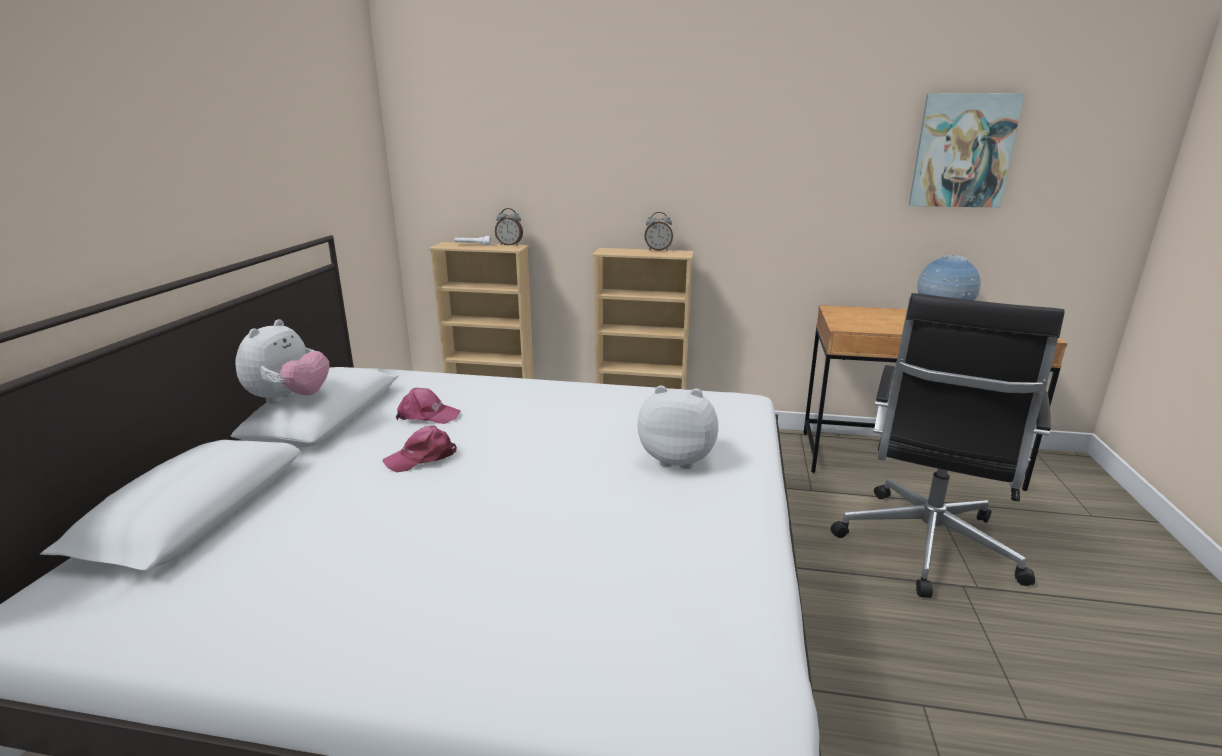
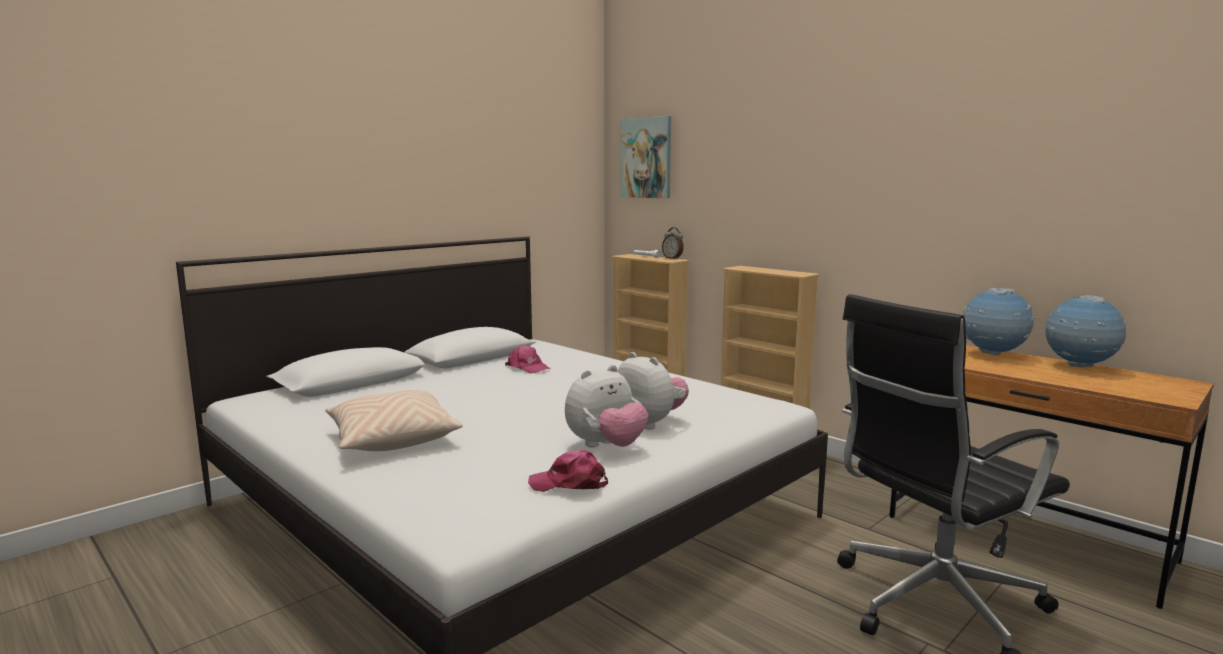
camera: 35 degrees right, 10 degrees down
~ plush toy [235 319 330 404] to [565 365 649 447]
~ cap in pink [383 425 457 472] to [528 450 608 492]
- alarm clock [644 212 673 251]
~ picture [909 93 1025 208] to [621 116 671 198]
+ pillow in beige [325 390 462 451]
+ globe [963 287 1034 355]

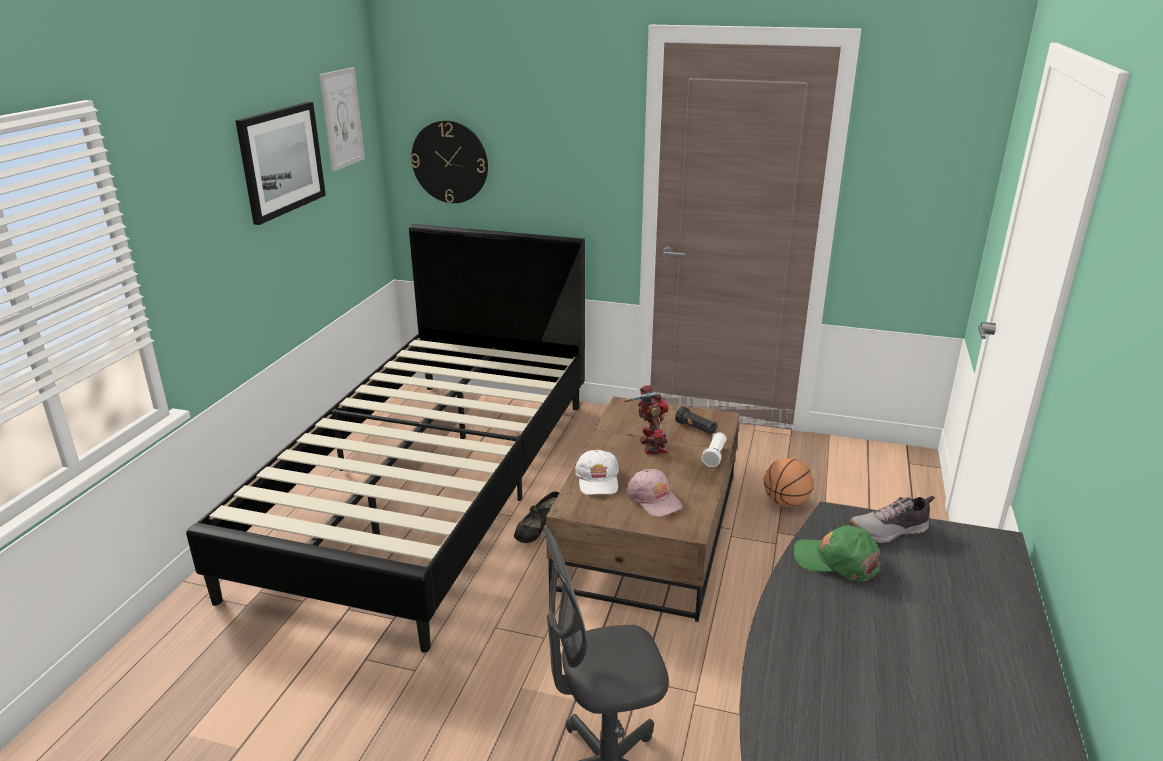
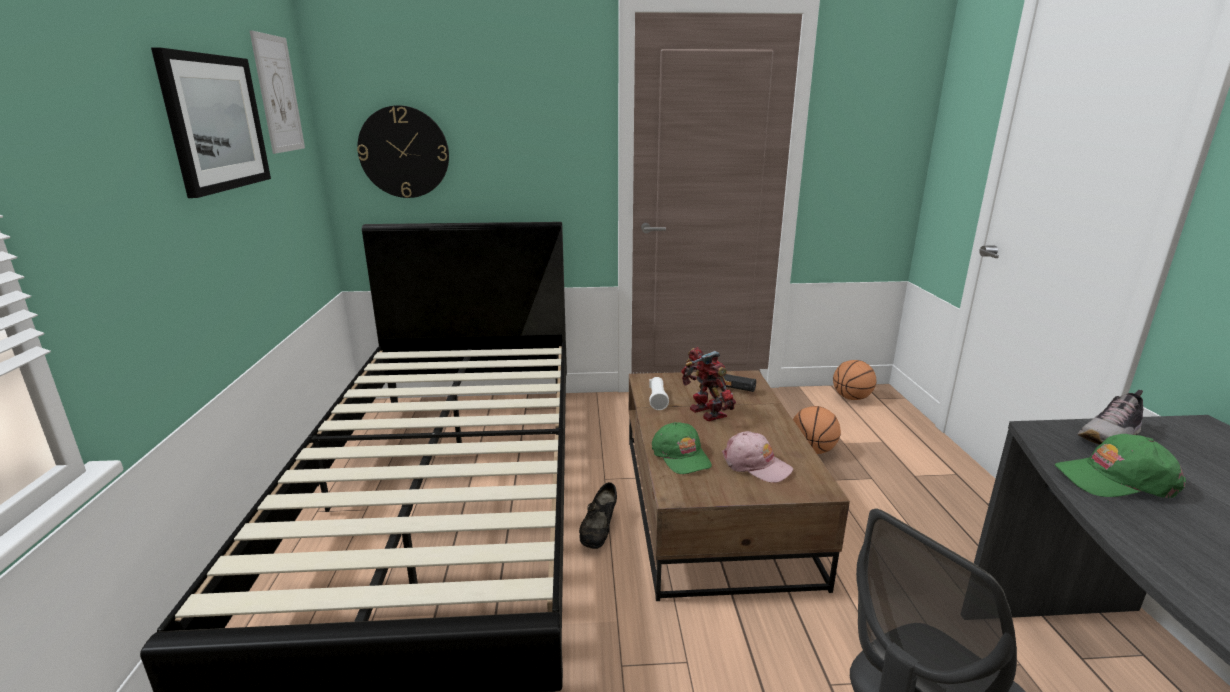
camera: 20 degrees left, 5 degrees down
~ cap in white [575 450 619 495] to cap in green [652 422 712 474]
~ flashlight in white [702 432 727 467] to [649 377 669 410]
+ basketball [833 360 876 400]

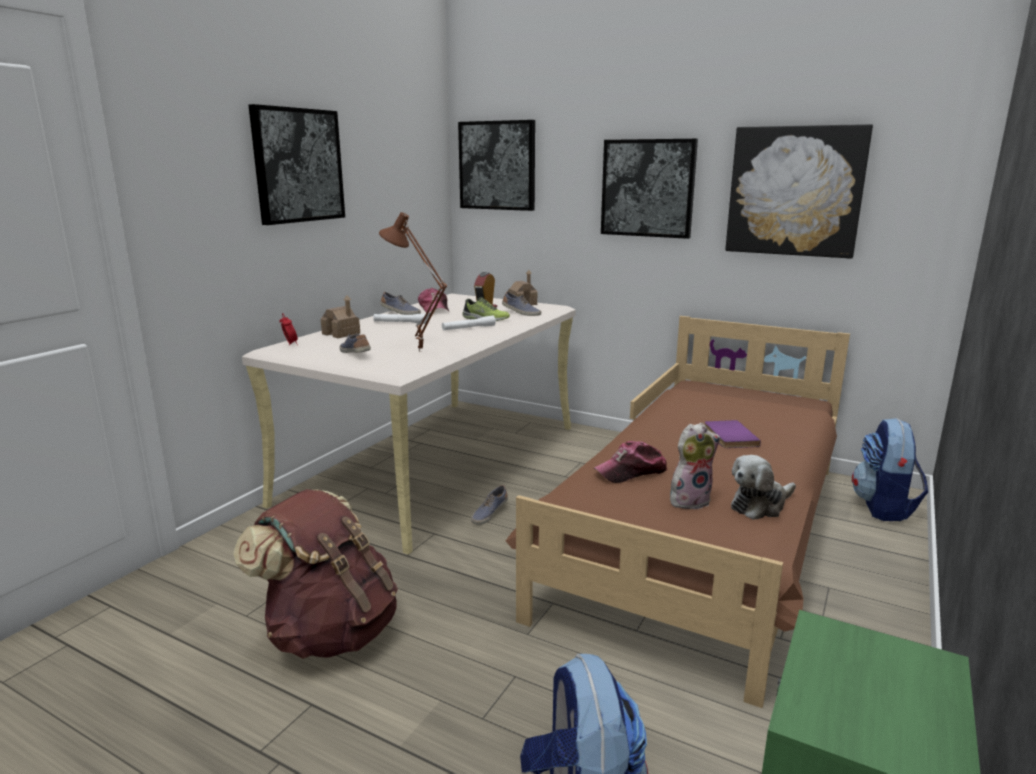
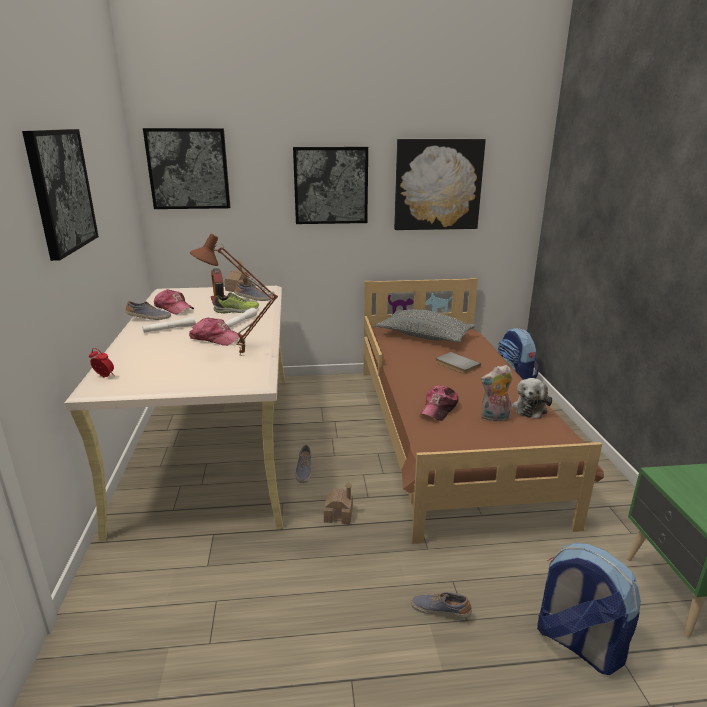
camera: 35 degrees left, 5 degrees up
- backpack in brown [233 489 398 659]
~ toy house [321 295 360 338] to [324 482 353 524]
~ shoe [339 333 371 353] to [411 592 472 618]
~ plush toy [670 423 720 510] = [481 365 512 421] 135 degrees counterclockwise
~ book in purple [705 420 761 448] to book in grey [436 352 481 374]
+ cap [189 317 243 346]
+ pillow in grey [375 309 476 343]

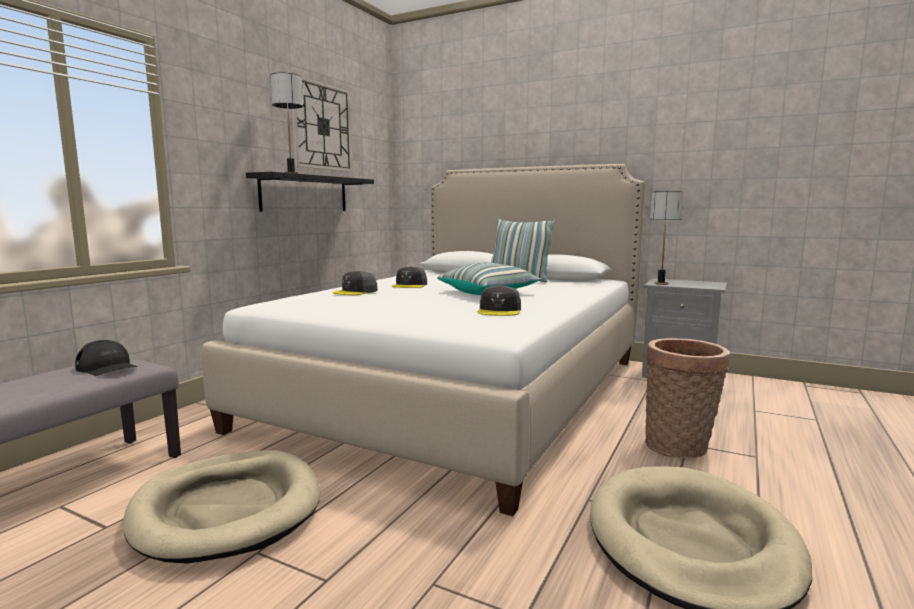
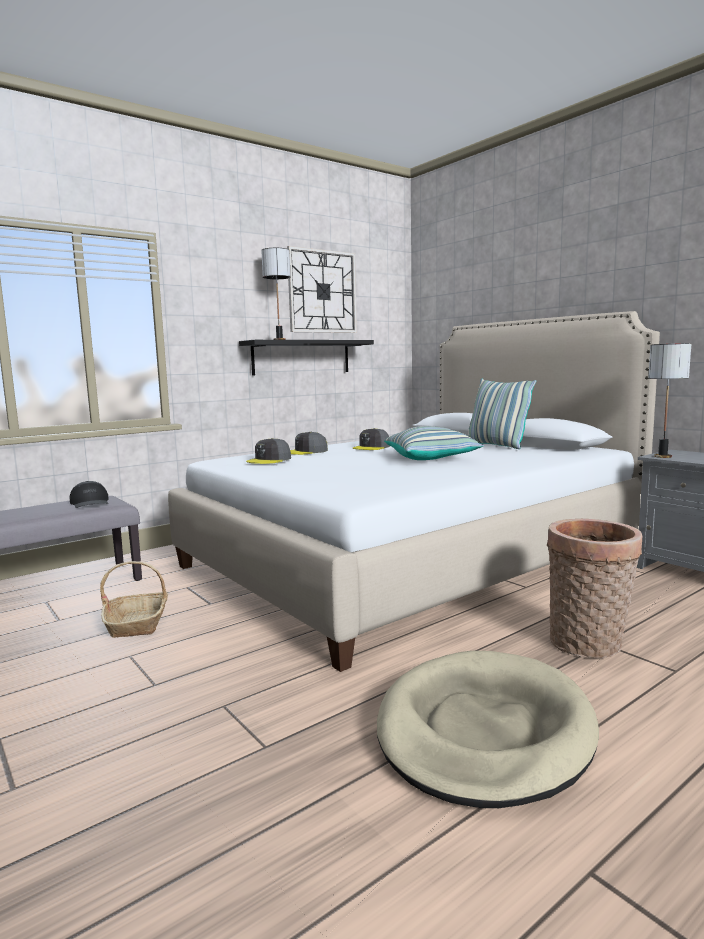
camera: 25 degrees right, 0 degrees up
~ dog bed in beige [123 450 321 564] to basket [100 561 168 638]
~ cap in grey [478 286 521 316] to [246 438 291 464]

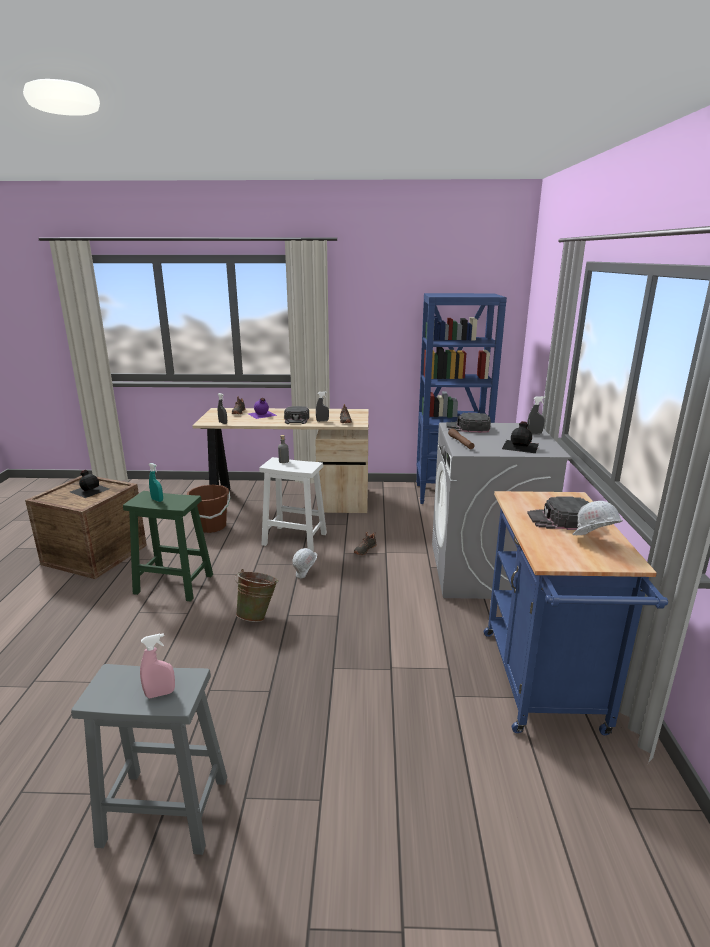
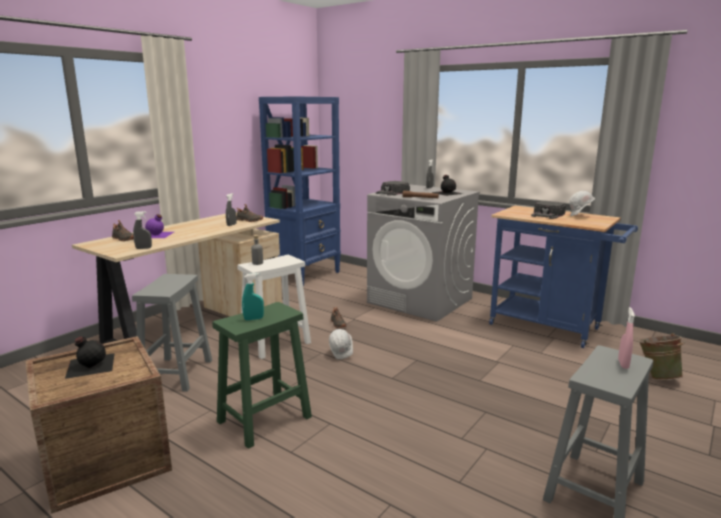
camera: 55 degrees left, 5 degrees down
~ bucket in brown [187 485 230 533] to stool in grey [132 274 212 392]
~ bucket in green [235 569 278 622] to [638 333 685 380]
- cap in black [284 406 309 424]

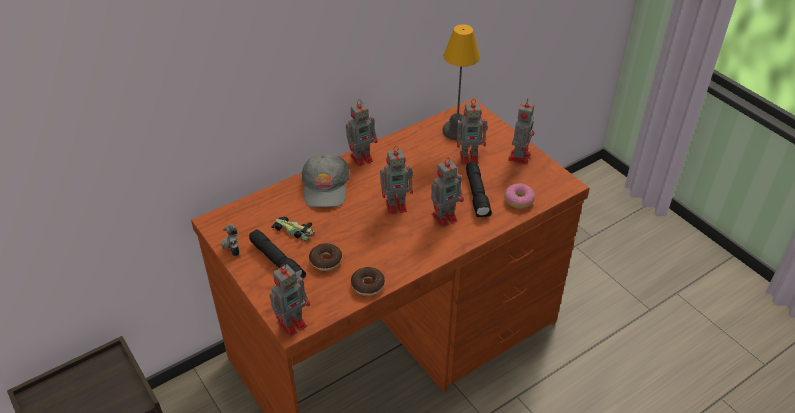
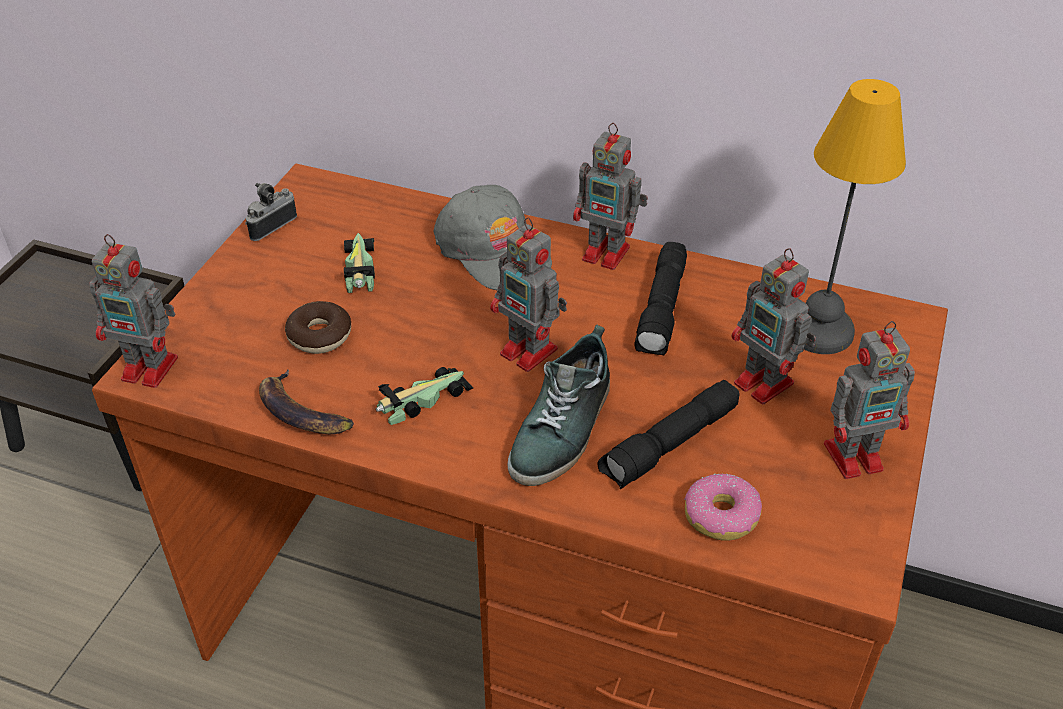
camera: 55 degrees right, 0 degrees up
~ flashlight in black [249 229 306 278] to [634 242 687 355]
~ cap in grey [301 154 350 207] = [434 185 552 290] 90 degrees counterclockwise
~ donut [351 267 385 296] to banana [259 369 354 434]
~ toy robot [431 158 464 227] to shoe [508 325 610 486]
+ toy car [376 367 473 425]

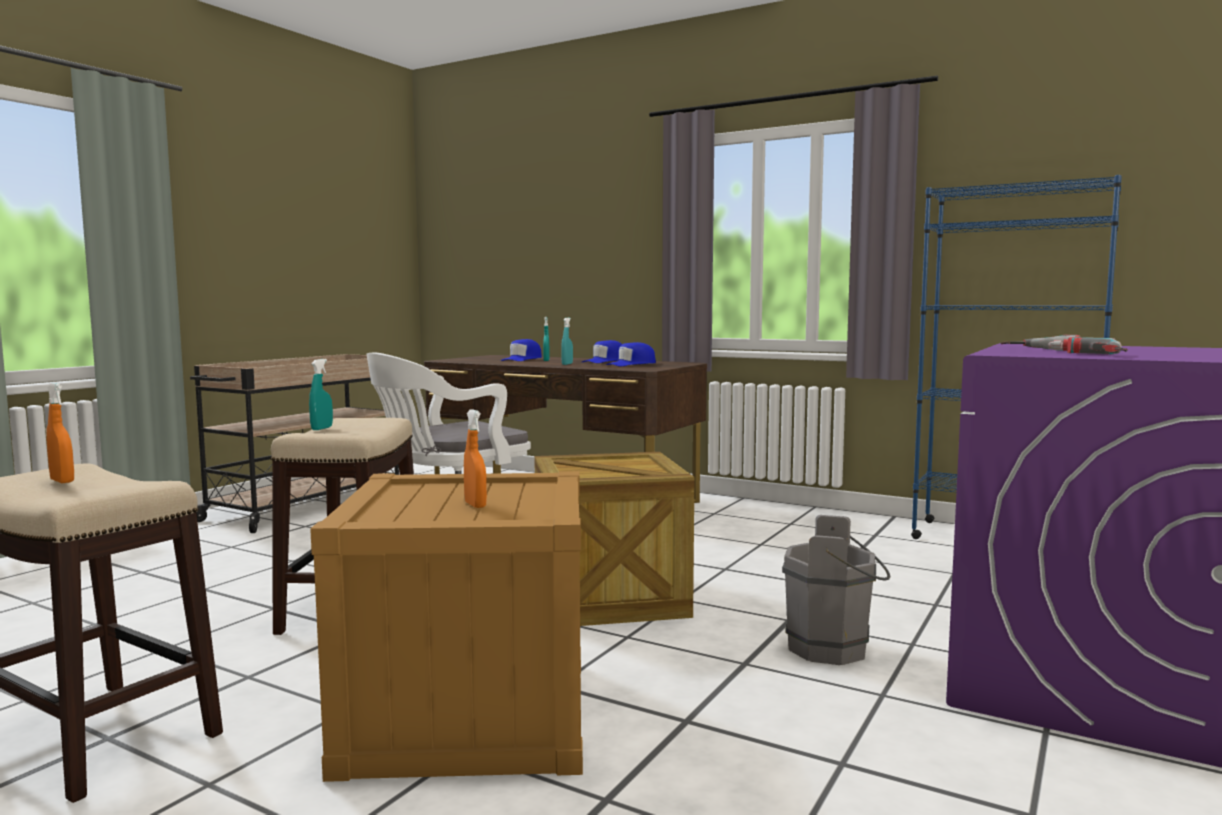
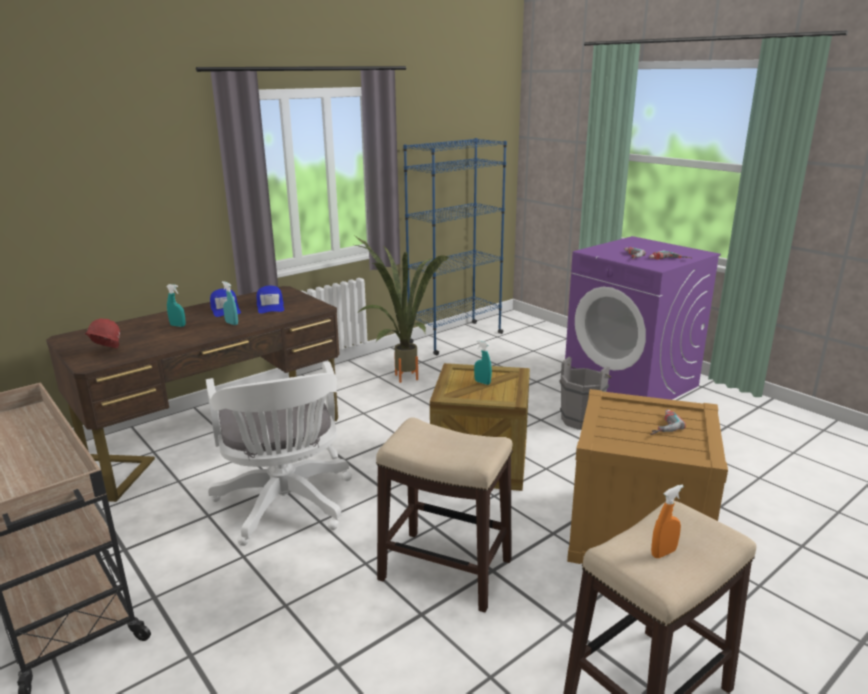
camera: 70 degrees left, 15 degrees up
~ spray bottle in turquoise [309 359 333 430] to [474 340 492 385]
~ spray bottle in orange [464 409 487 508] to power drill [650 410 686 435]
- cap in blue [500 339 542 361]
+ hard hat in red [85 318 120 348]
+ potted plant [355 236 449 383]

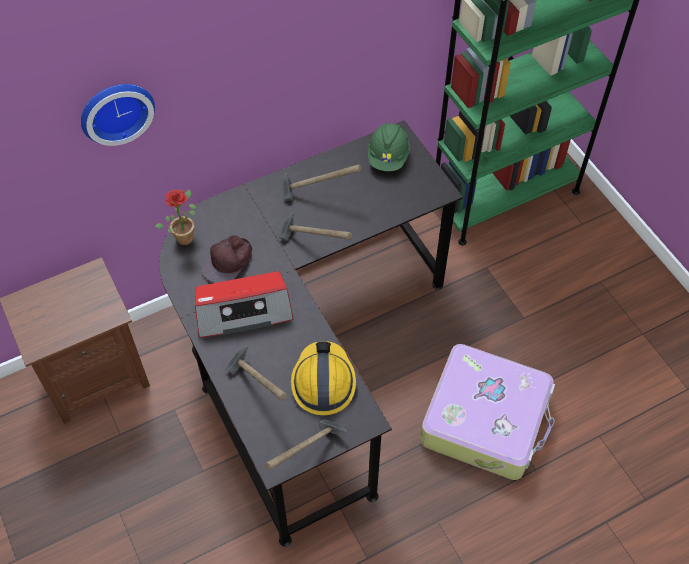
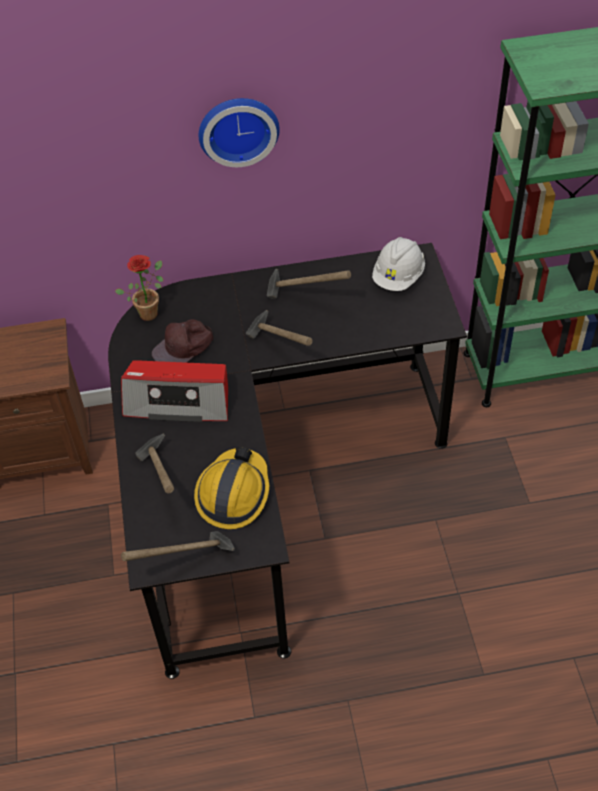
camera: 20 degrees right, 5 degrees down
~ wall clock [81 84 155 146] to [199 98 280 167]
~ hard hat in green [368 123 410 171] to hard hat in white [372 237 425 291]
- suitcase [420 344 555 480]

